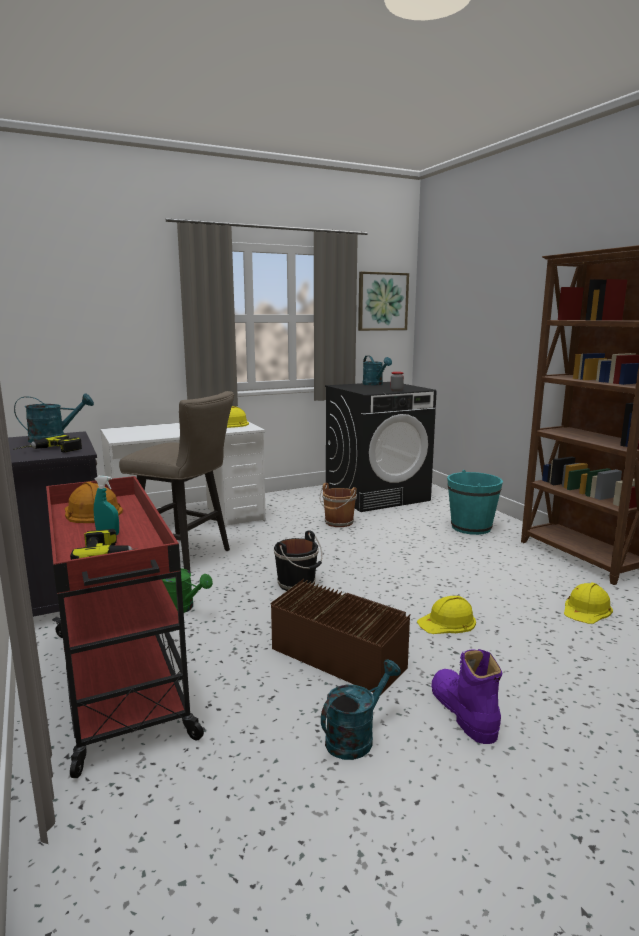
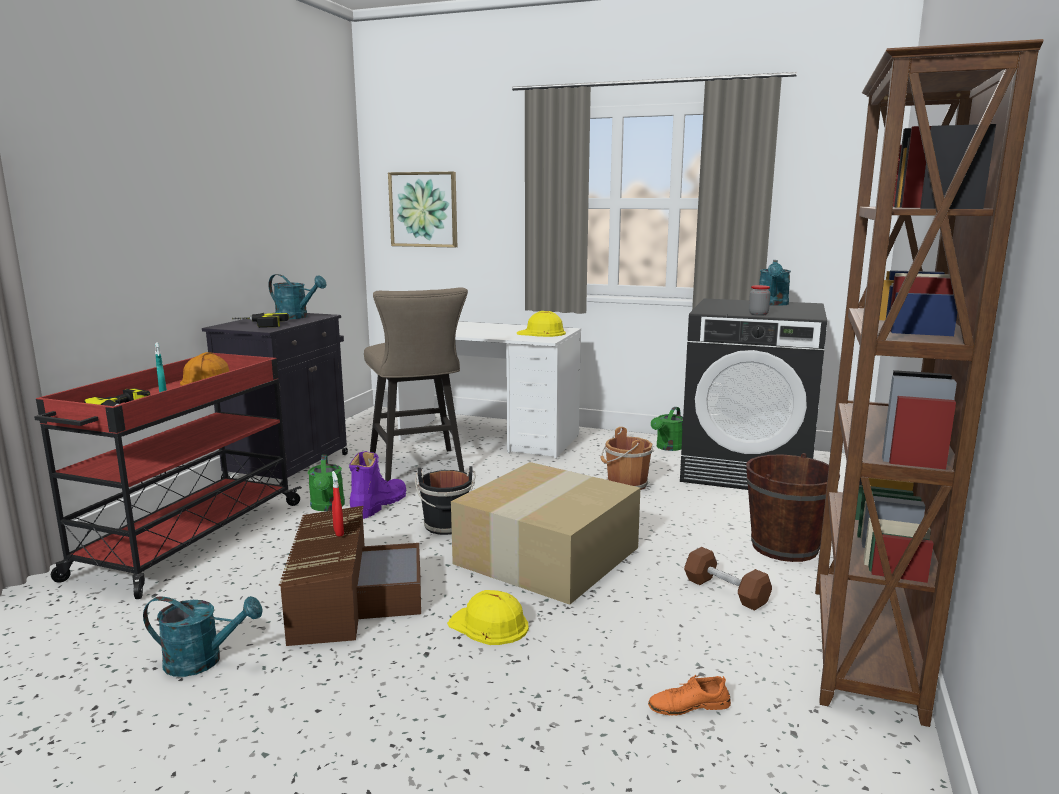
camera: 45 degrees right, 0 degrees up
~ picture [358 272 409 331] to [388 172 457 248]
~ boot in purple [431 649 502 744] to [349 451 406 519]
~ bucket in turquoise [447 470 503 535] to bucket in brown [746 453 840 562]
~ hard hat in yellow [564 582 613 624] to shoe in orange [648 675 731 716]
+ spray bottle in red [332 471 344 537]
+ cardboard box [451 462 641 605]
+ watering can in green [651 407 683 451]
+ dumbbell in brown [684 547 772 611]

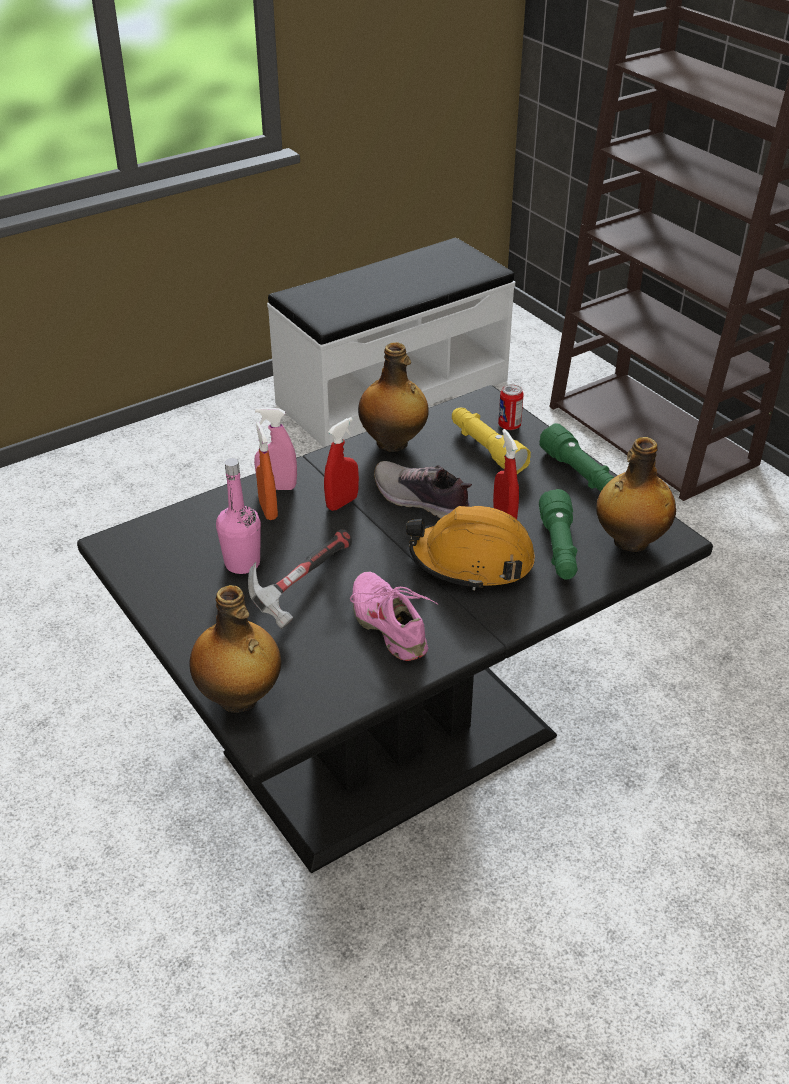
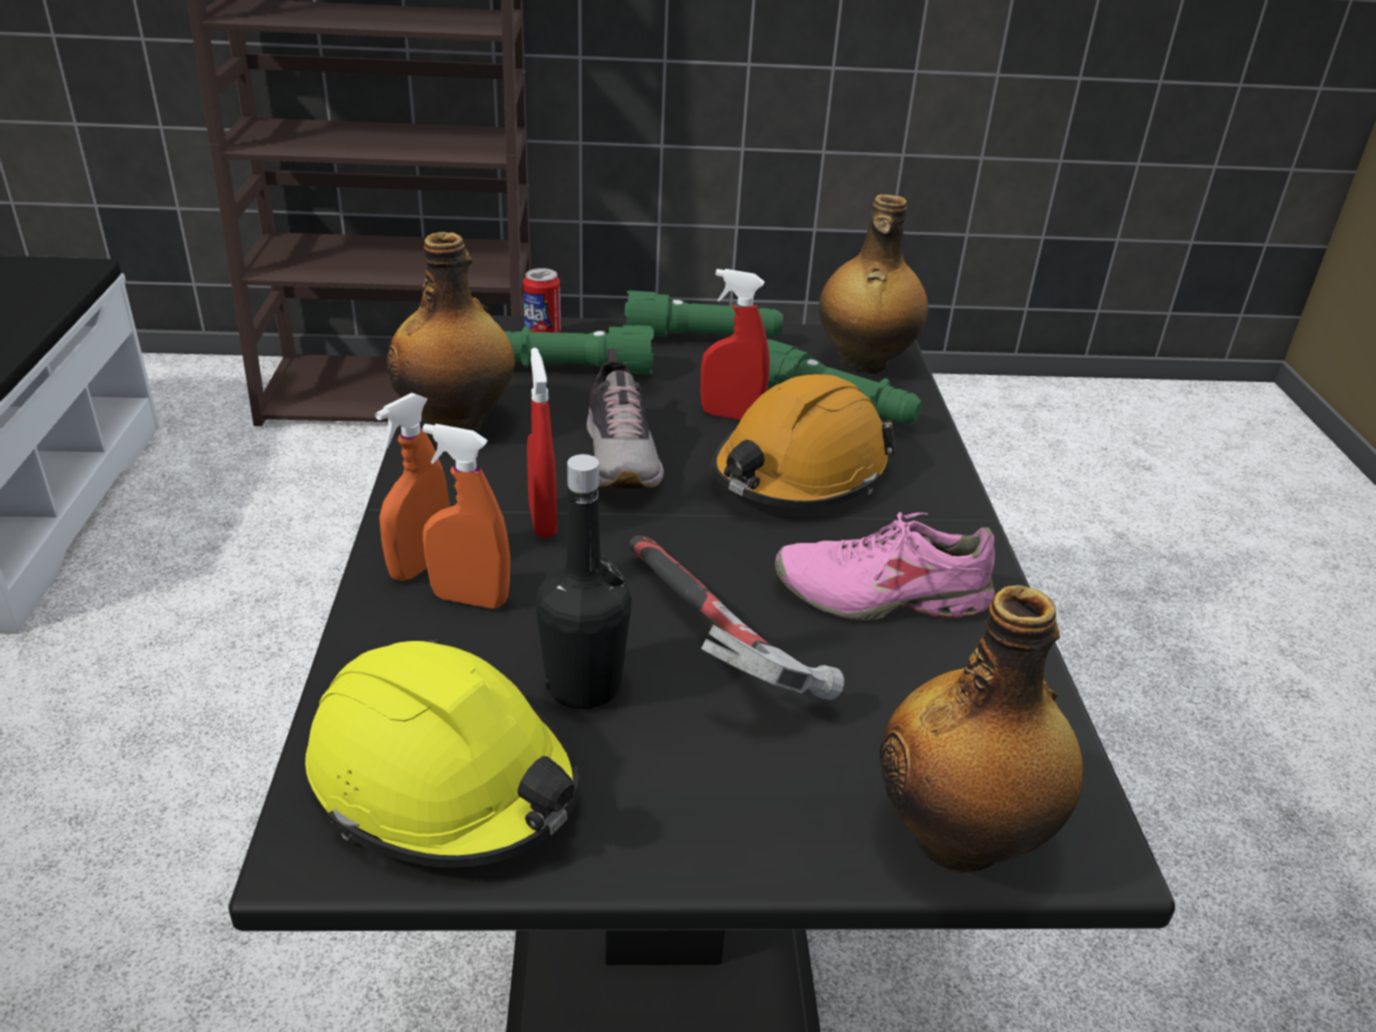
camera: 60 degrees left, 5 degrees down
~ bottle in pink [216 458 261 574] to bottle in black [535 454 632 709]
~ spray bottle in pink [254 408 297 490] to spray bottle in orange [375 393 450 581]
~ shoe [374 461 472 518] = [586 349 664 489] 75 degrees counterclockwise
~ flashlight in yellow [452 408 531 474] to flashlight in green [504 325 654 374]
+ hard hat in yellow [305 640 580 868]

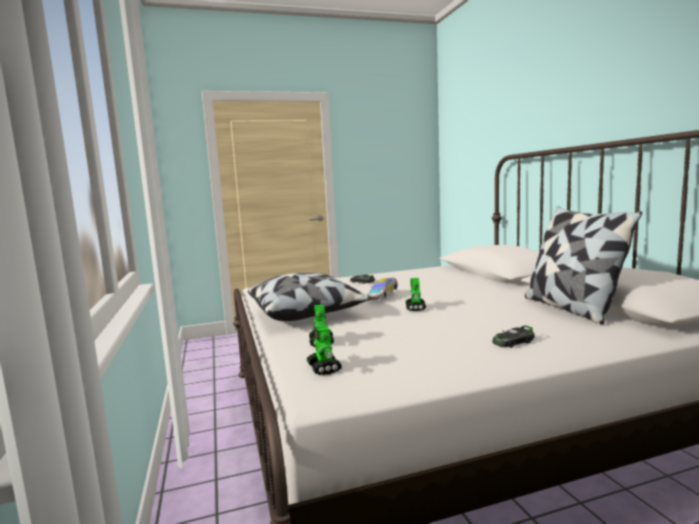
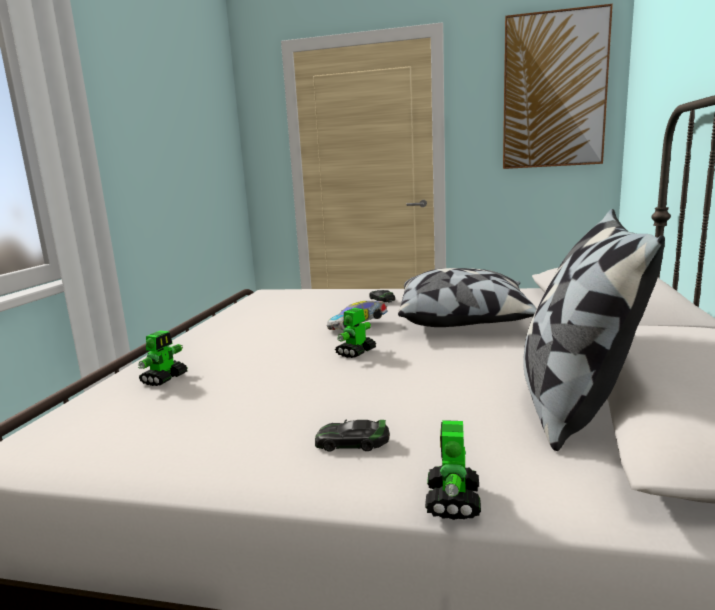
camera: 30 degrees right, 5 degrees up
~ pillow [248 273 370 321] to [398 268 536 327]
~ toy robot [306 324 342 375] to [425 420 481 520]
+ picture [503 4 613 169]

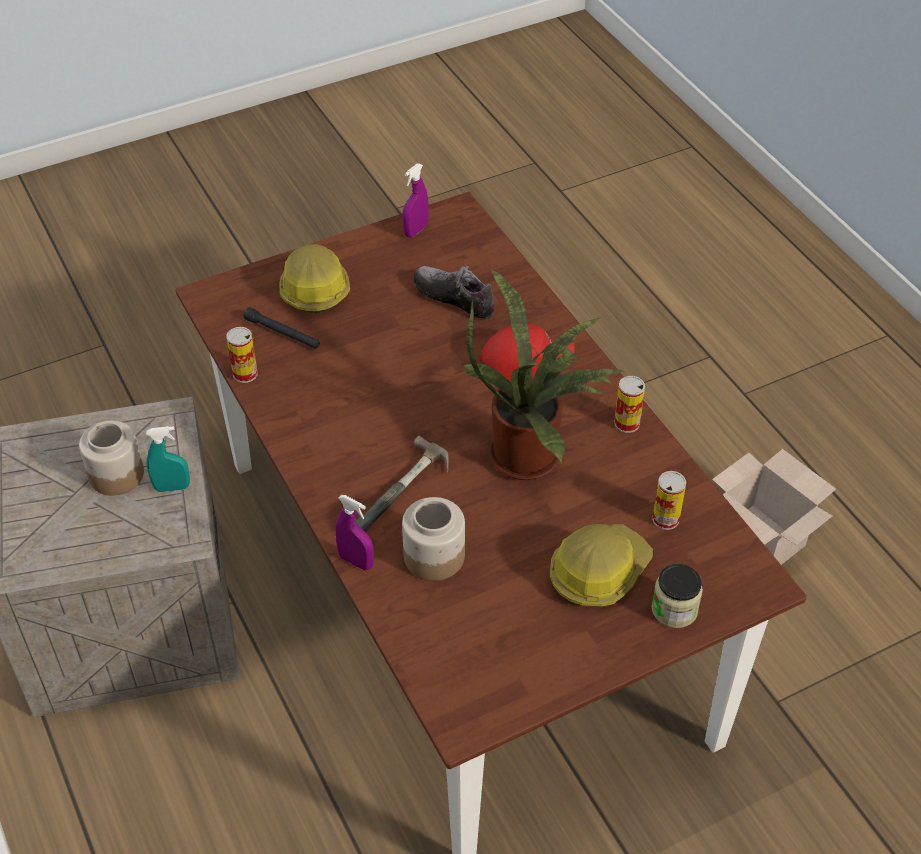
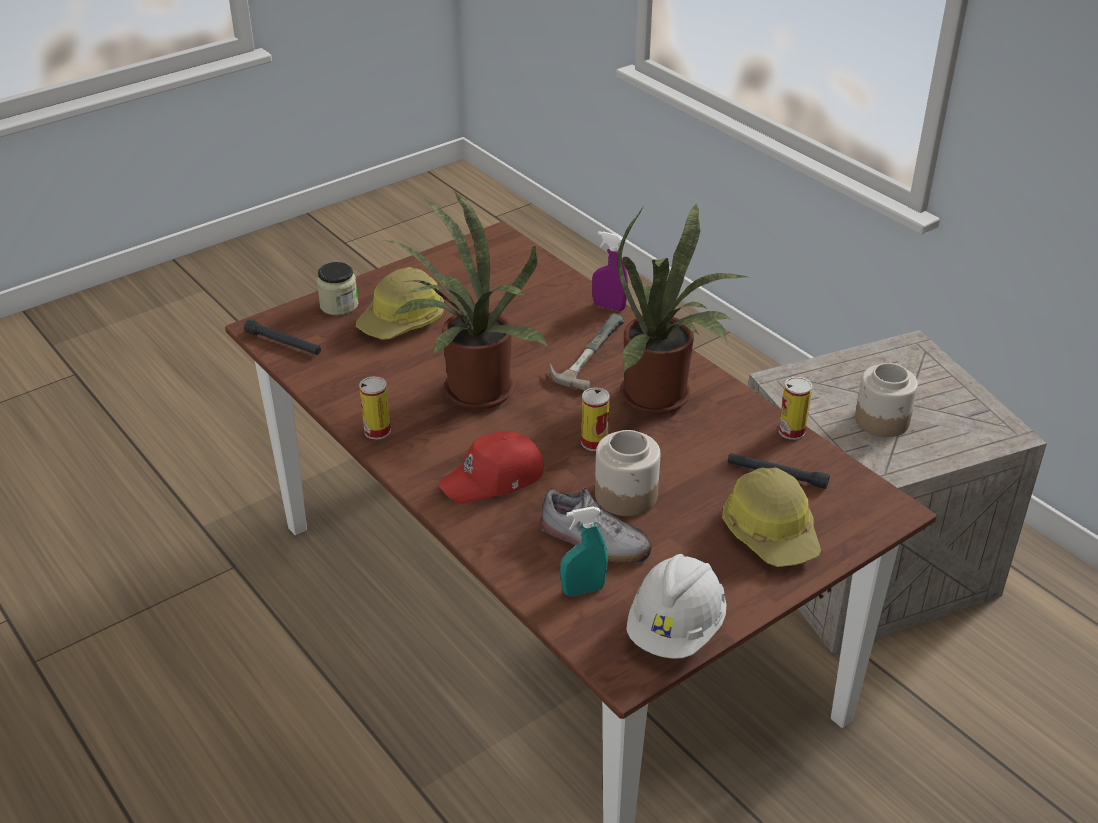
camera: 170 degrees right, 10 degrees down
~ spray bottle in turquoise [146 426 190 492] to [560 506 608 596]
~ jar [402 497 465 581] to [595 430 660 516]
~ spray bottle in purple [403 163 429 238] to hard hat in white [626 554 727 659]
~ can [652 471 686 530] to [581 387 609 451]
- cardboard box [712 449 836 565]
+ flashlight in black [244 319 321 355]
+ potted plant [617 204 750 415]

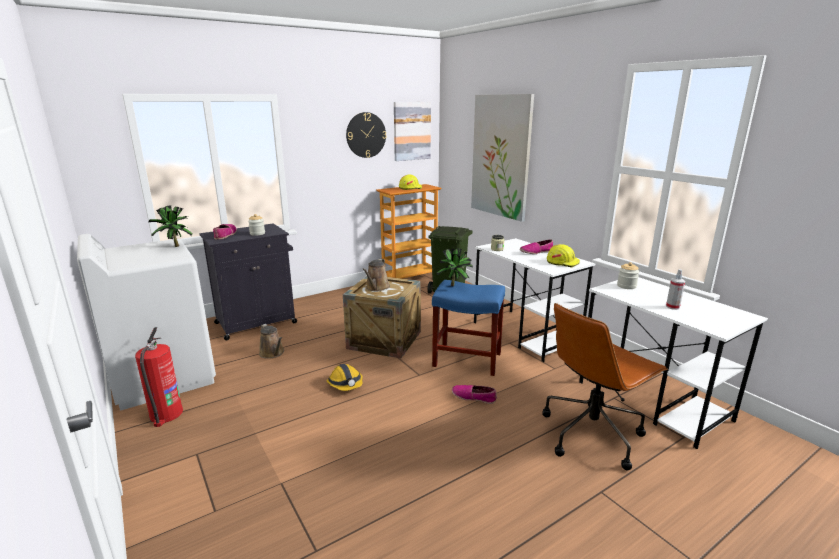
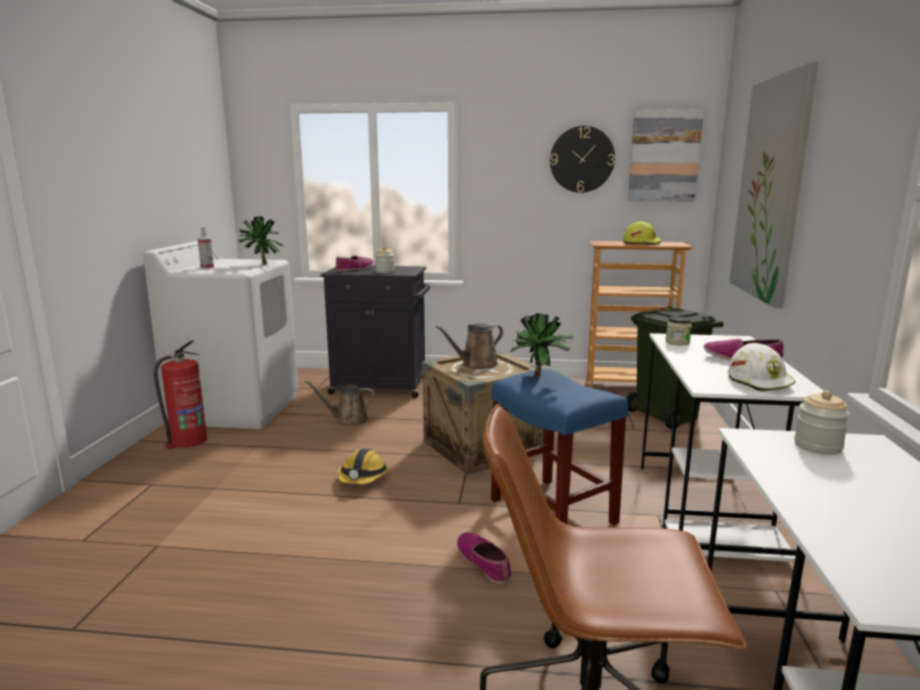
camera: 40 degrees right, 5 degrees down
~ watering can in brown [259 324 284 359] = [305 380 375 426] 90 degrees clockwise
~ hard hat in yellow [547 244 580 267] to hard hat in white [728 343 796 392]
~ spray bottle [666 269 685 310] to [197 227 214 269]

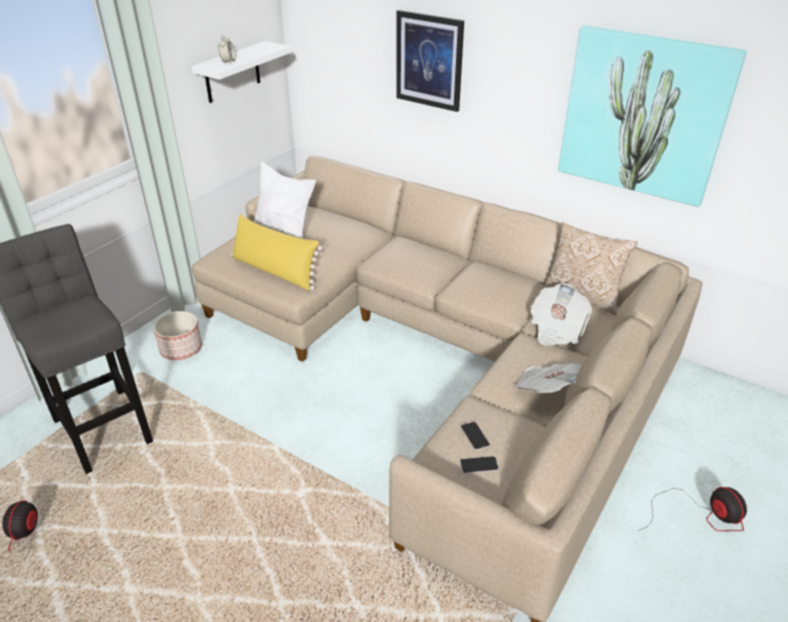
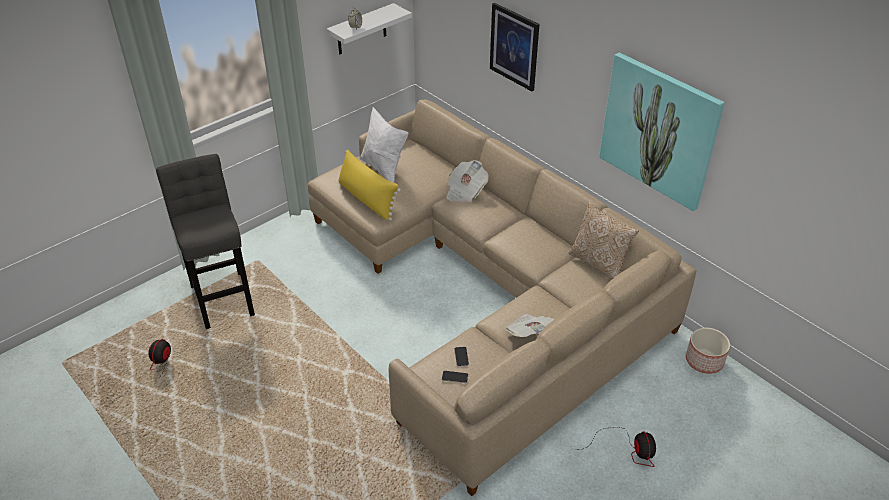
camera: 15 degrees right, 5 degrees up
~ planter [153 311 202 360] to [686 328 730 374]
~ newspaper [530 283 592 346] to [446 160 489 203]

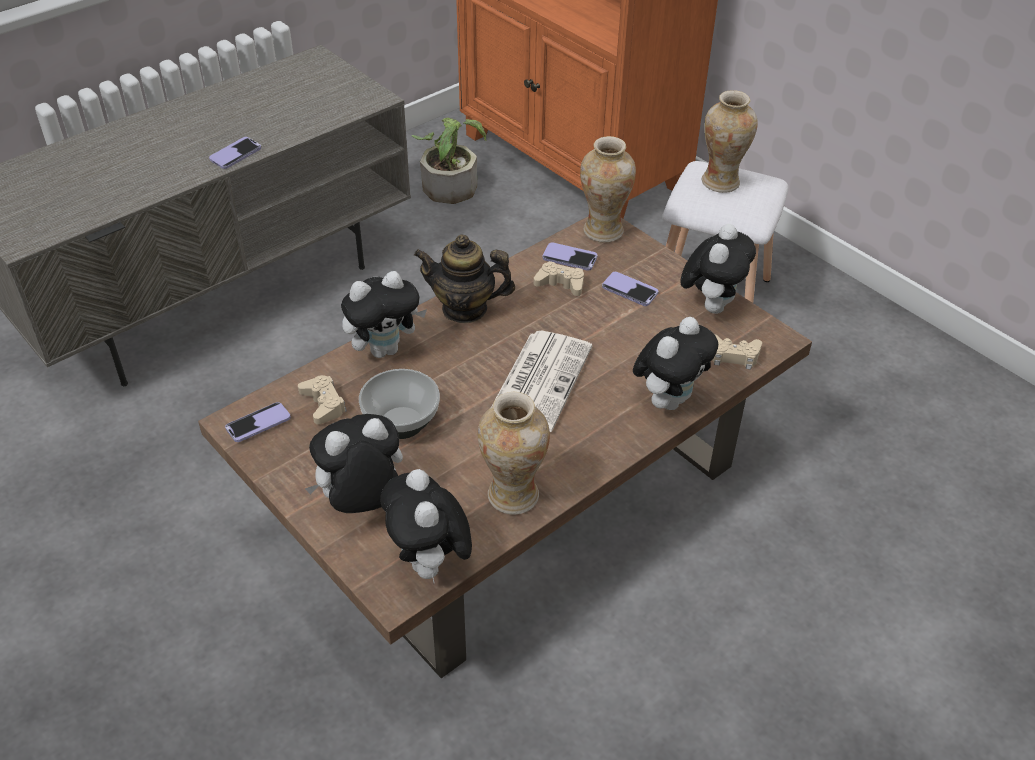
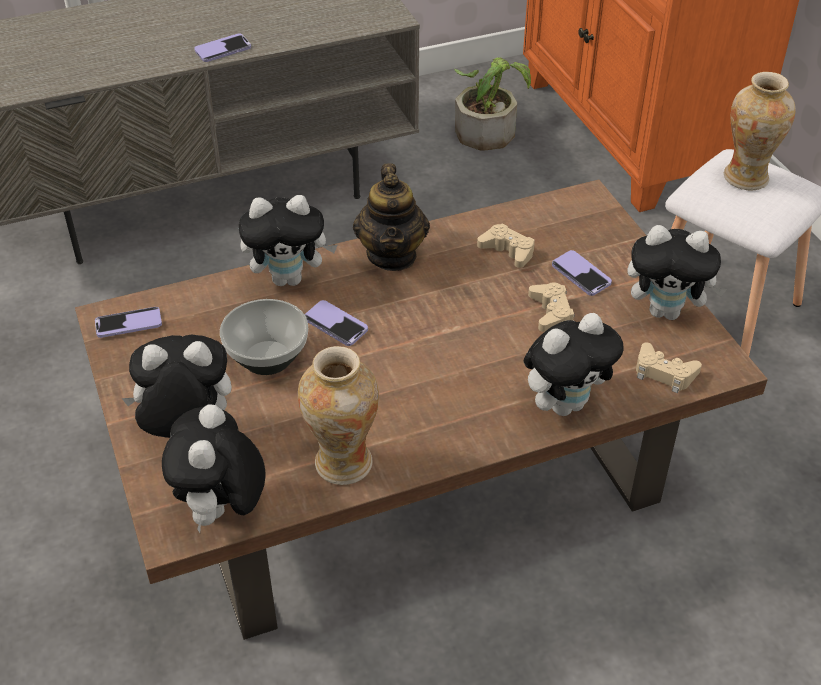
camera: 20 degrees right, 0 degrees up
~ game controller in beige [298 375 347 424] to [528 283 575 332]
~ teapot [414 235 515 323] = [353 163 430 271] 120 degrees counterclockwise
- newspaper [491 331 592 432]
~ phone [543 242 597 271] to [304 300 368 346]
- vase [580 136 636 243]
~ plush toy [680 224 756 314] = [627 225 727 320] 60 degrees clockwise

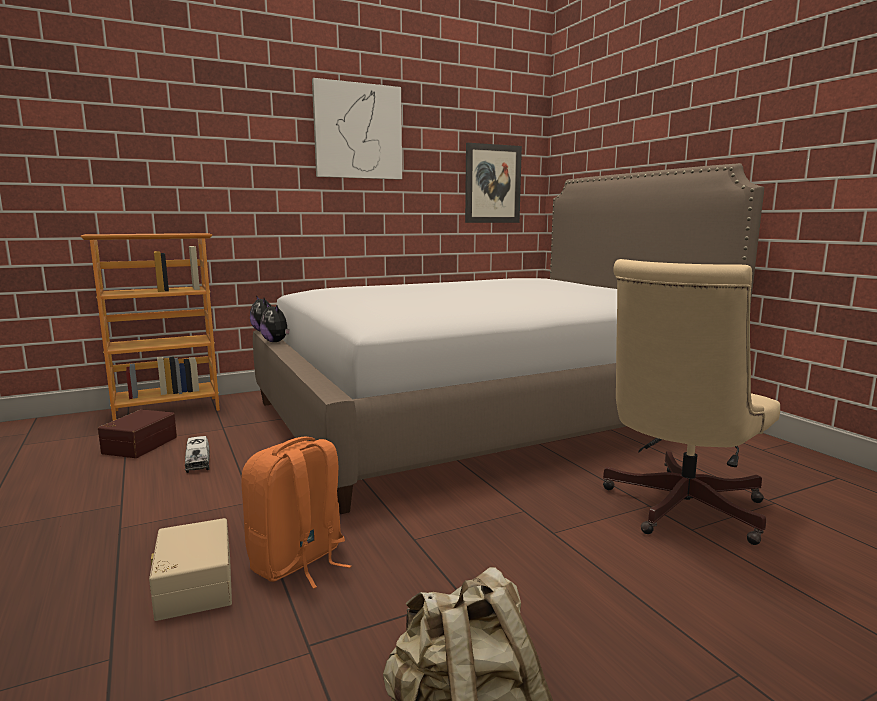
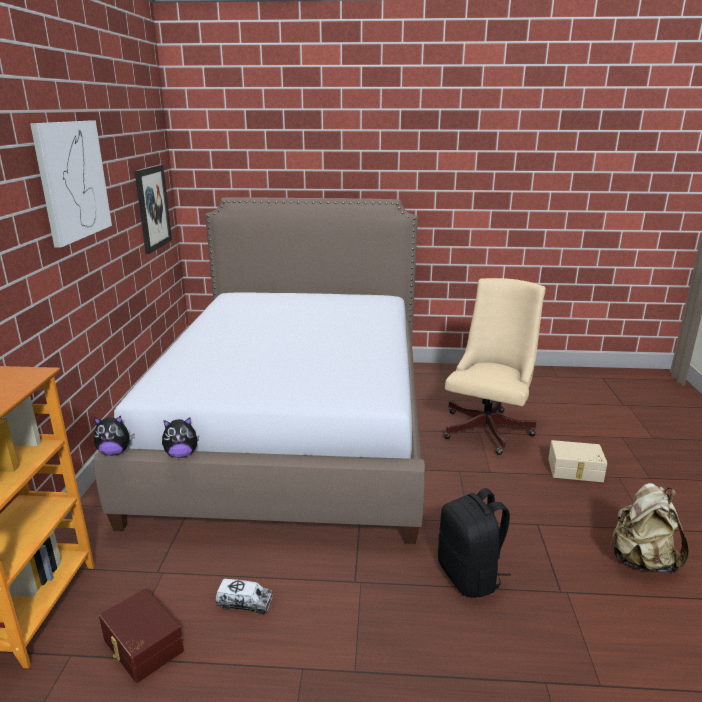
camera: 60 degrees left, 10 degrees up
~ storage box in beige [149 518 232 621] to [548 440 607 482]
~ backpack in orange [241 437 351 589] to backpack in black [438 488 511 598]
~ office chair in beige [603 259 780 545] = [444 278 546 455] 135 degrees counterclockwise

